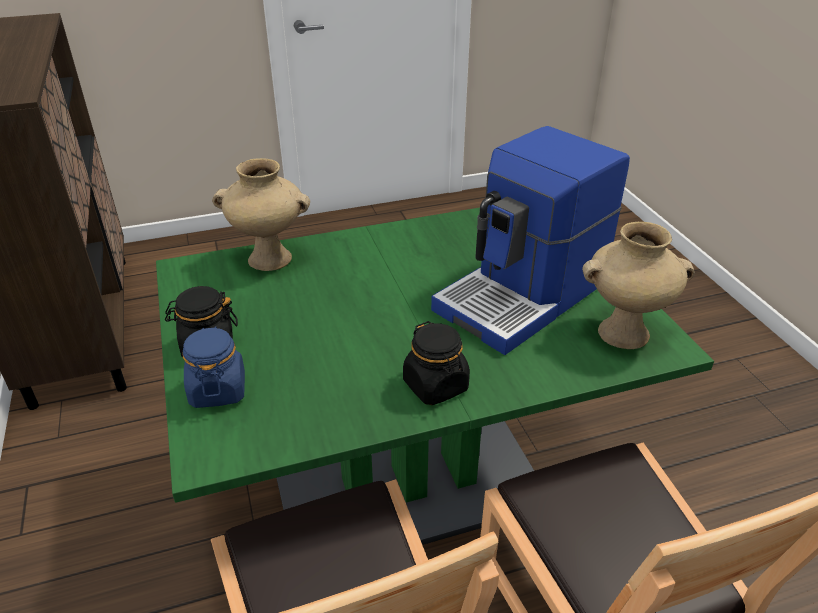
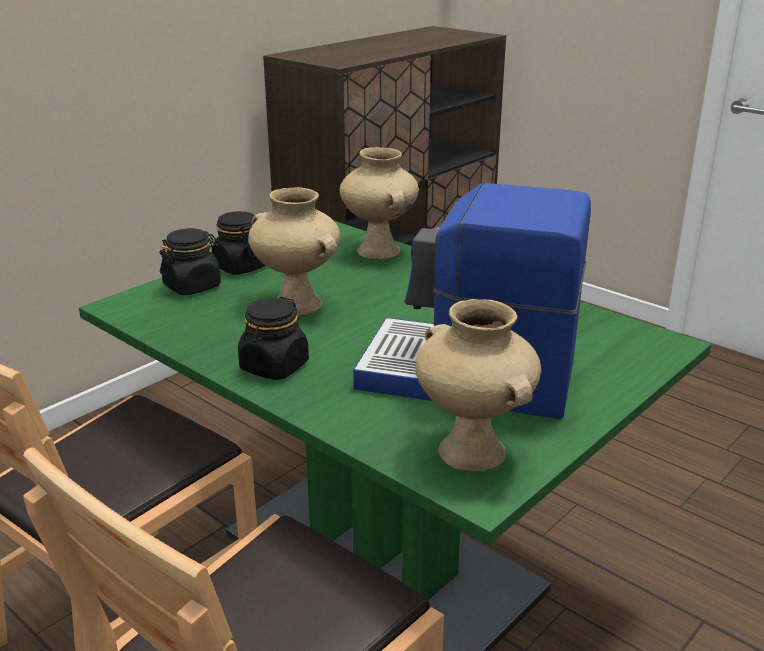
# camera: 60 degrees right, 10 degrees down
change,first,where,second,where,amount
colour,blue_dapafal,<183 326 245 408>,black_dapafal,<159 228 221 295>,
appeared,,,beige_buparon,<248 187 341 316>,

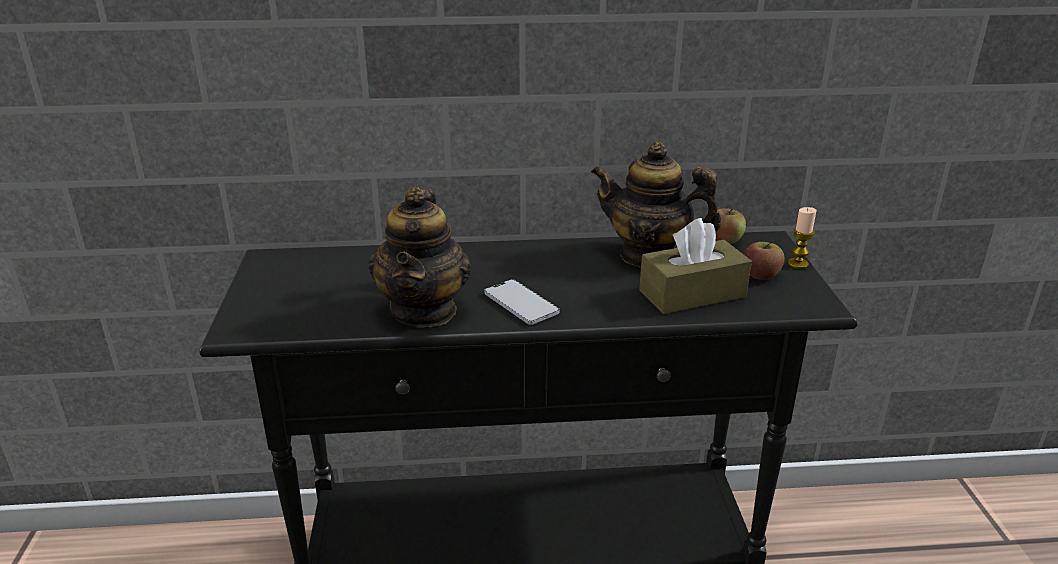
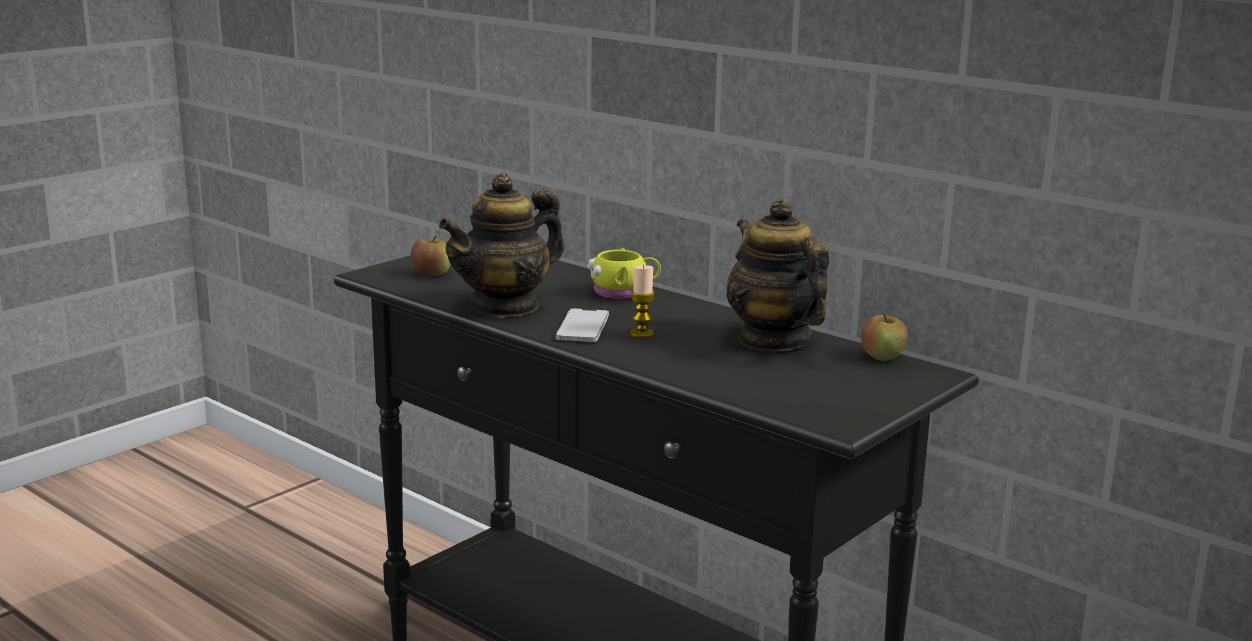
# camera: 45 degrees right, 10 degrees down
change,first,where,second,where,amount
missing,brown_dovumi,<639 218 752 314>,,,
relocated,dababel,<744 240 784 280>,,<411 236 451 276>,
relocated,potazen,<788 207 816 269>,,<630 265 655 338>,
appeared,,,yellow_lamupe,<587 248 661 299>,

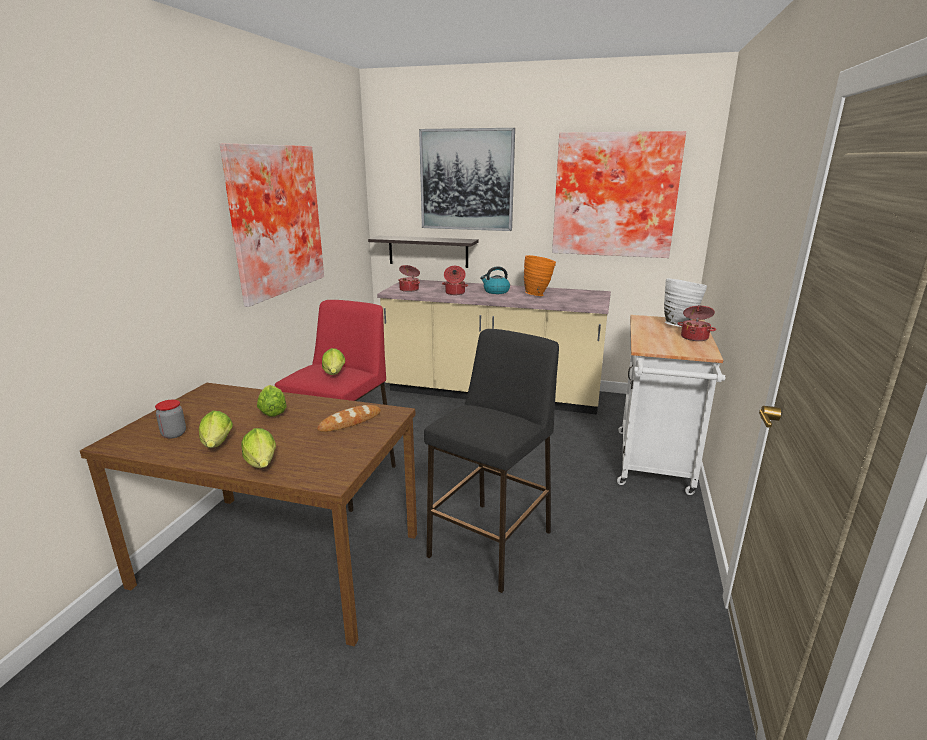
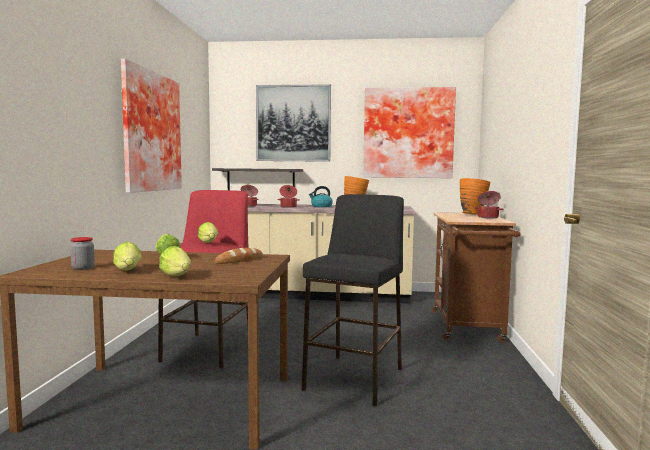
# camera: 10 degrees left, 15 degrees down
change,first,where,second,where,amount
colour,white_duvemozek,<617 315 726 495>,brown_duvemozek,<432 212 521 342>,
colour,white_buparon,<664 278 707 327>,orange_buparon,<460 178 490 215>,

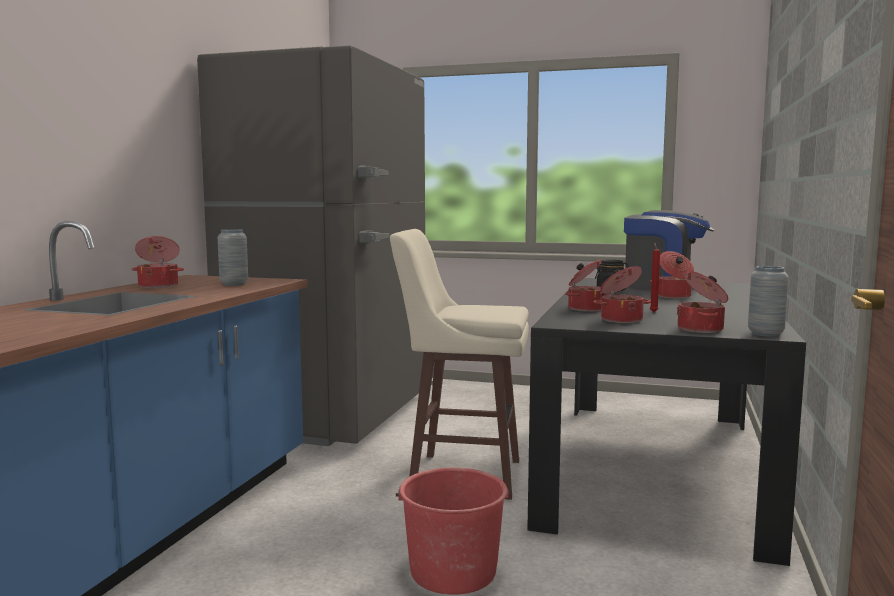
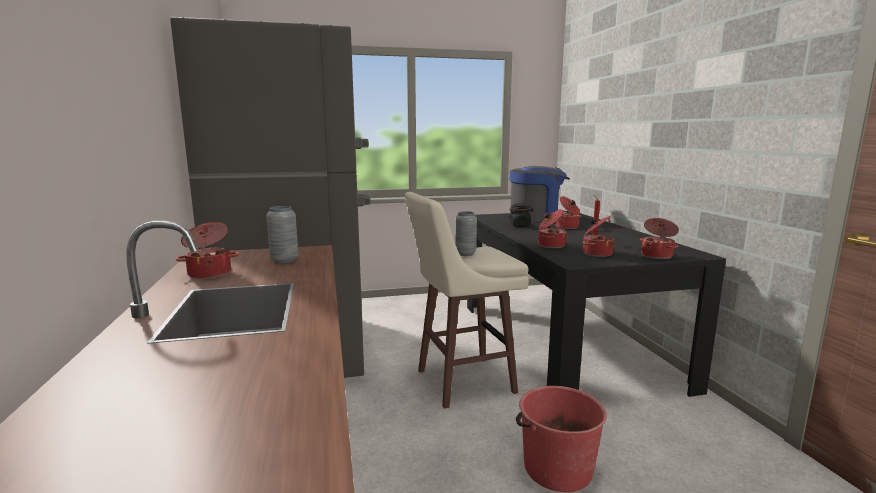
# camera: 30 degrees left, 5 degrees up
change,first,where,second,where,amount
relocated,grey_buparon,<748 266 789 337>,,<455 211 477 256>,

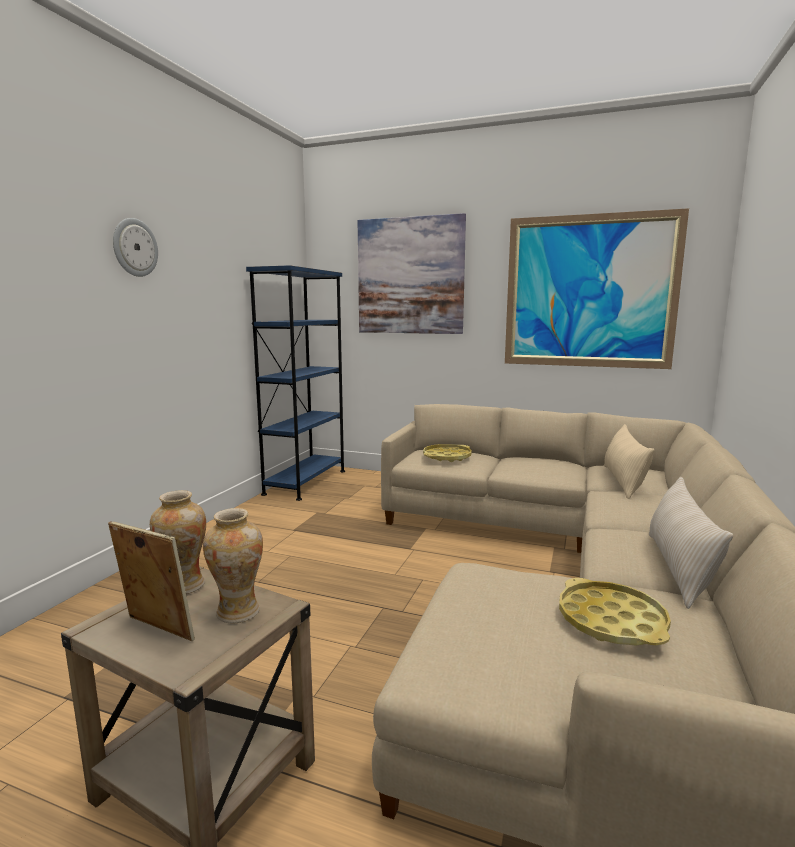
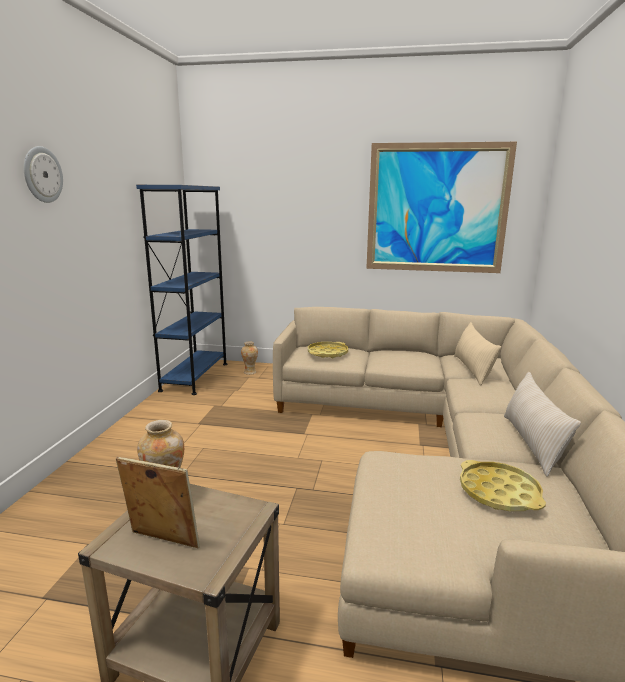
# camera: 10 degrees left, 5 degrees up
change,first,where,second,where,amount
relocated,buparon,<203 508 263 623>,,<241 342 258 375>,
missing,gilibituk,<358 213 466 334>,,,

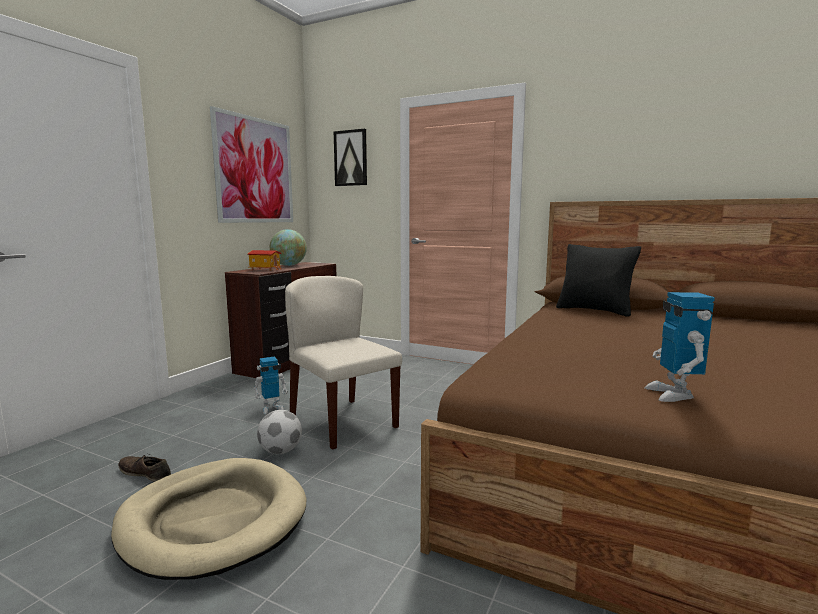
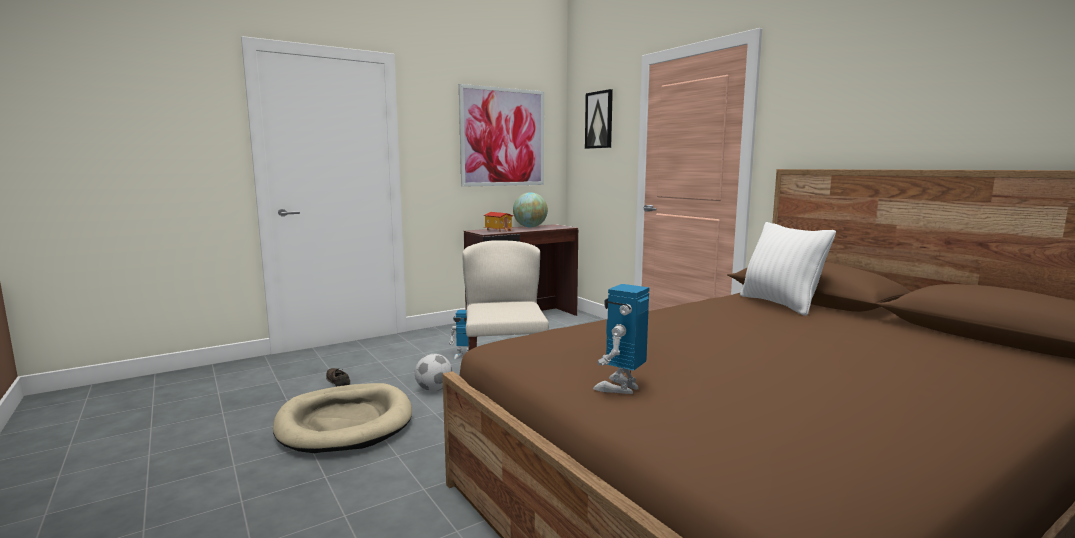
# camera: 30 degrees right, 0 degrees up
change,first,where,second,where,amount
colour,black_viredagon,<556 244 641 317>,white_viredagon,<740 222 836 316>,

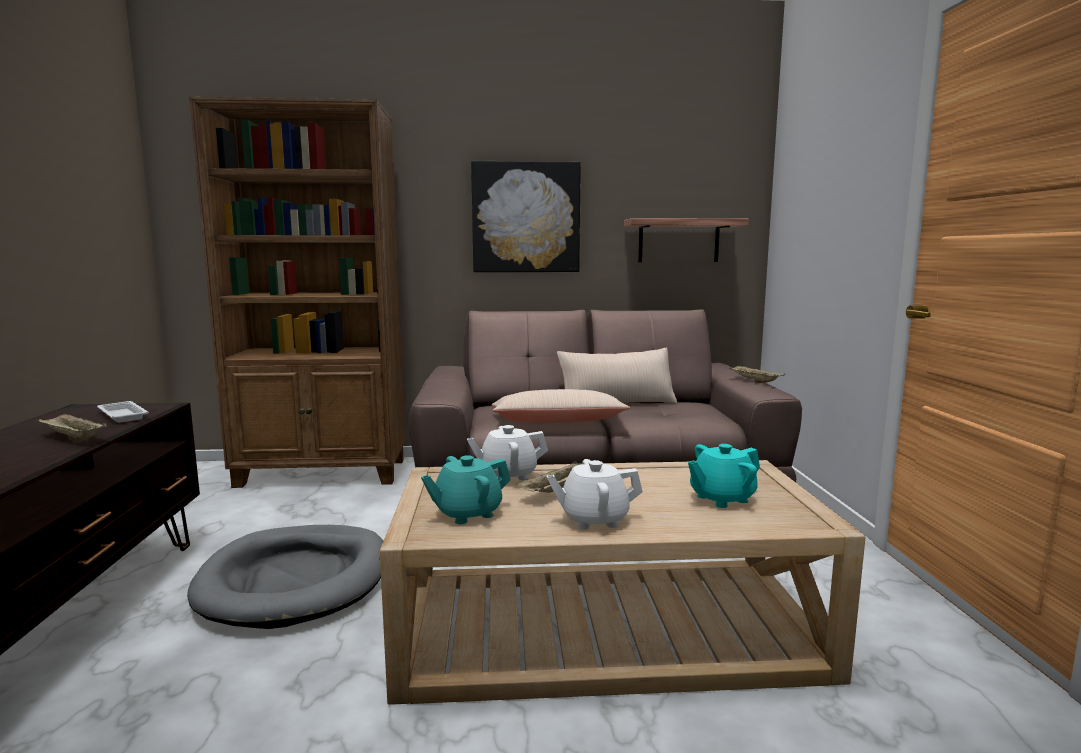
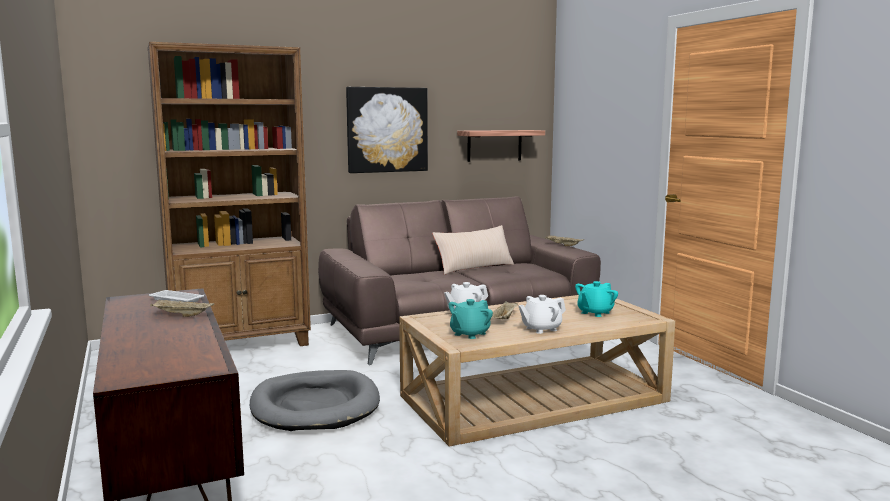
# camera: 20 degrees left, 0 degrees up
change,first,where,second,where,amount
missing,beige_viredagon,<492 389 630 423>,,,

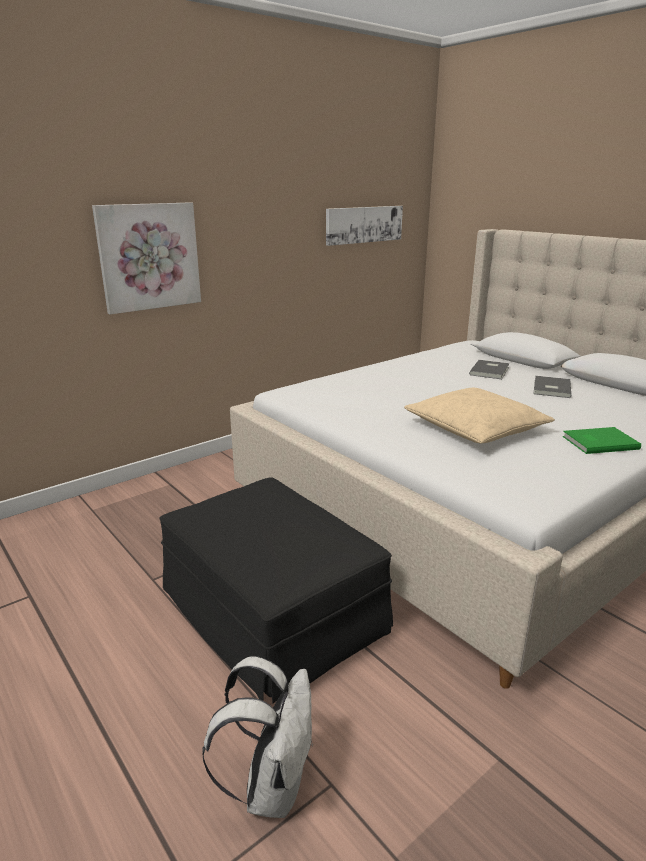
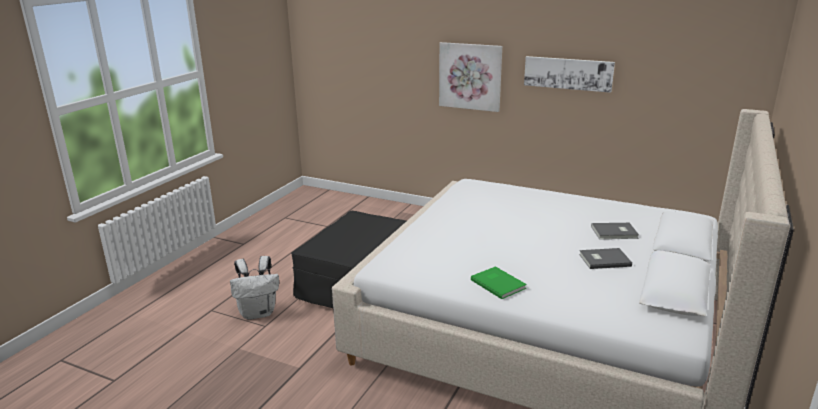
# camera: 65 degrees right, 0 degrees up
change,first,where,second,where,amount
relocated,gilibituk,<326 206 403 246>,,<524 56 615 93>,
missing,beige_viredagon,<404 388 555 443>,,,

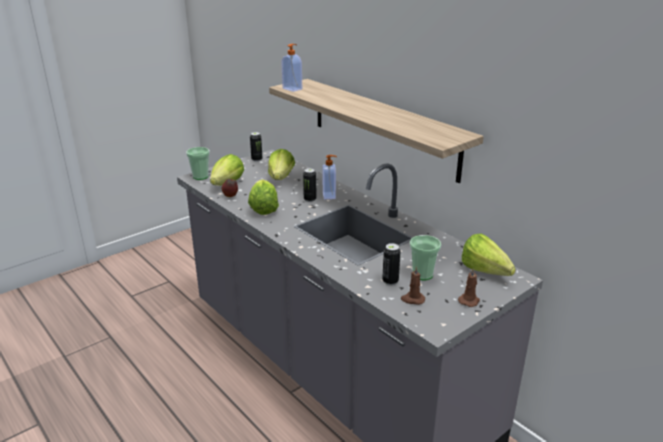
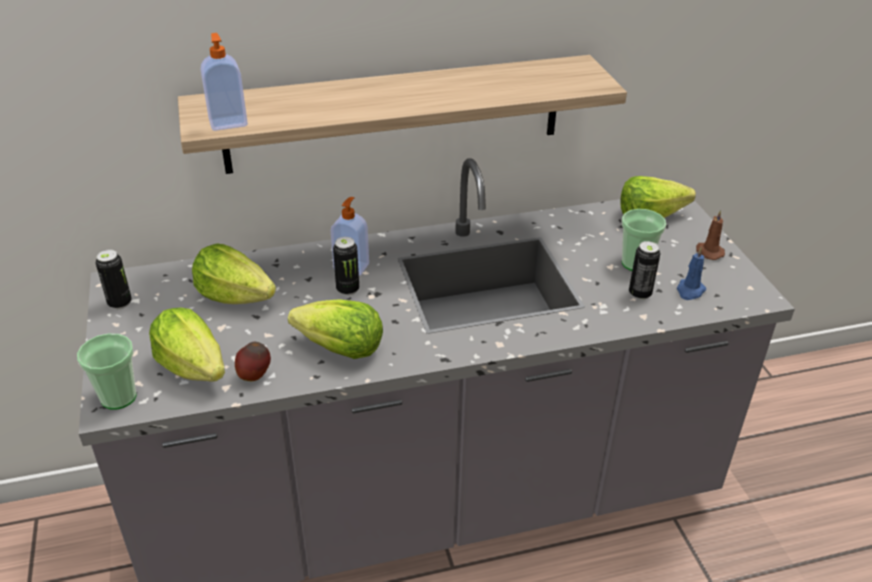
# camera: 65 degrees left, 10 degrees up
change,first,where,second,where,amount
colour,brown_potazen,<401 266 425 305>,blue_potazen,<677 247 706 300>,

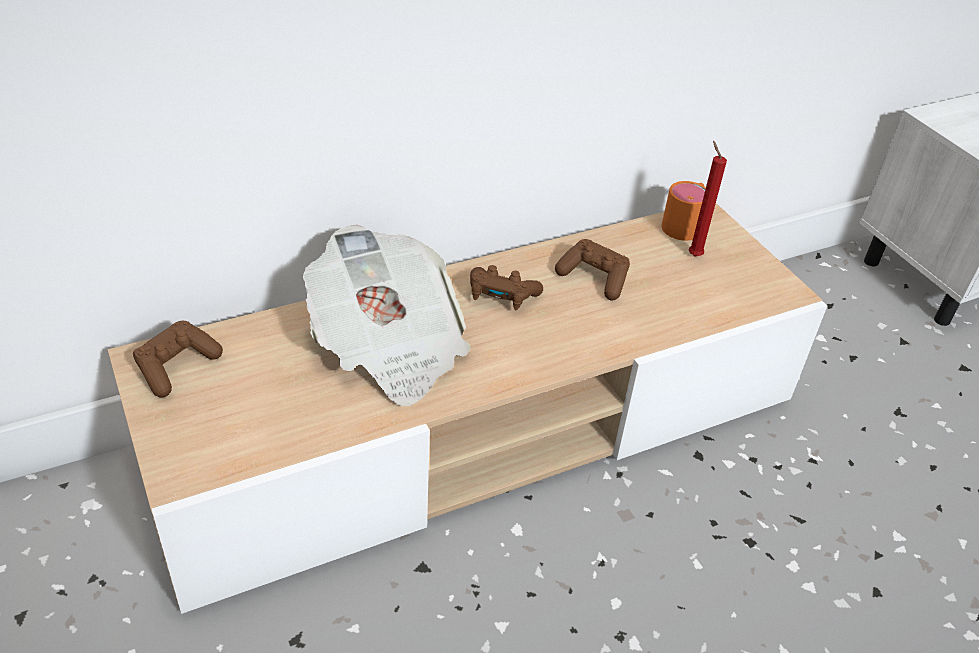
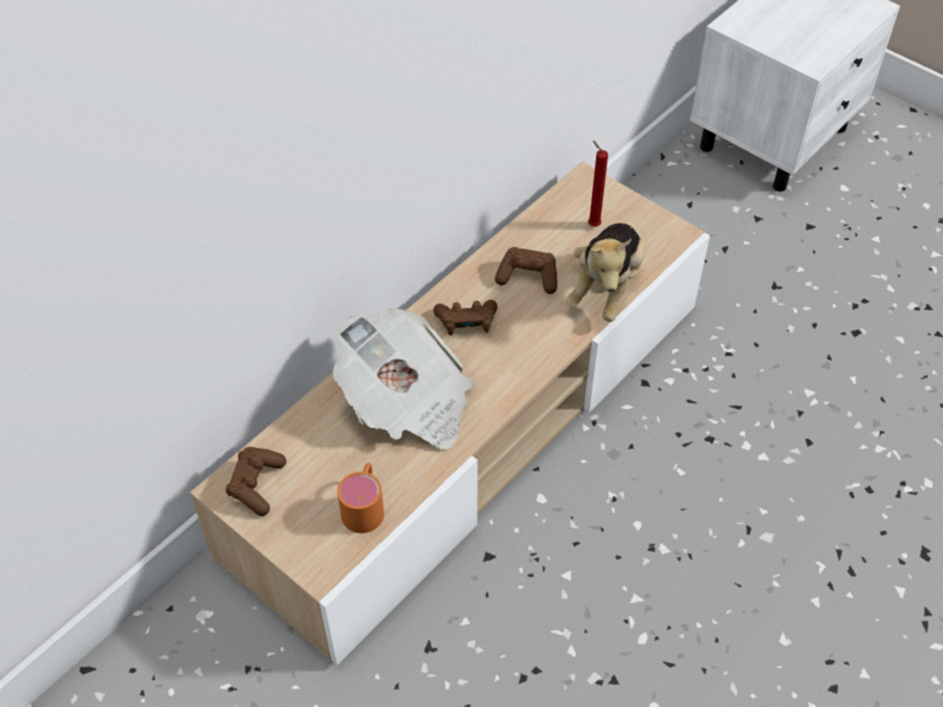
# camera: 20 degrees left, 10 degrees up
change,first,where,second,where,amount
relocated,orange_lamupe,<661 181 706 241>,,<337 463 384 533>,
appeared,,,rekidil,<566 223 645 322>,

